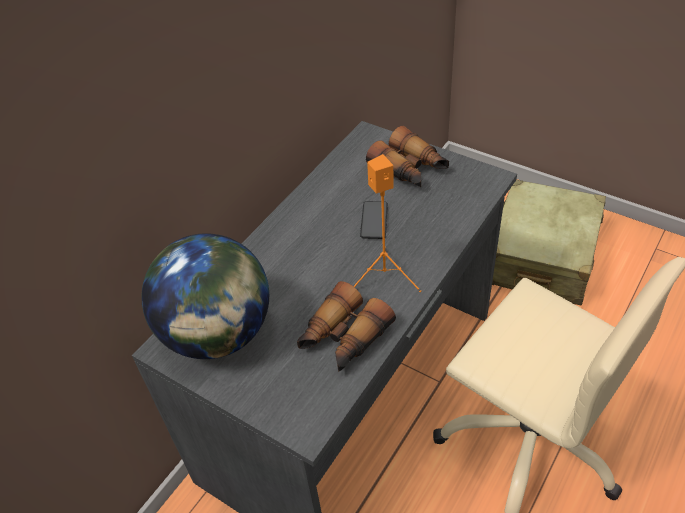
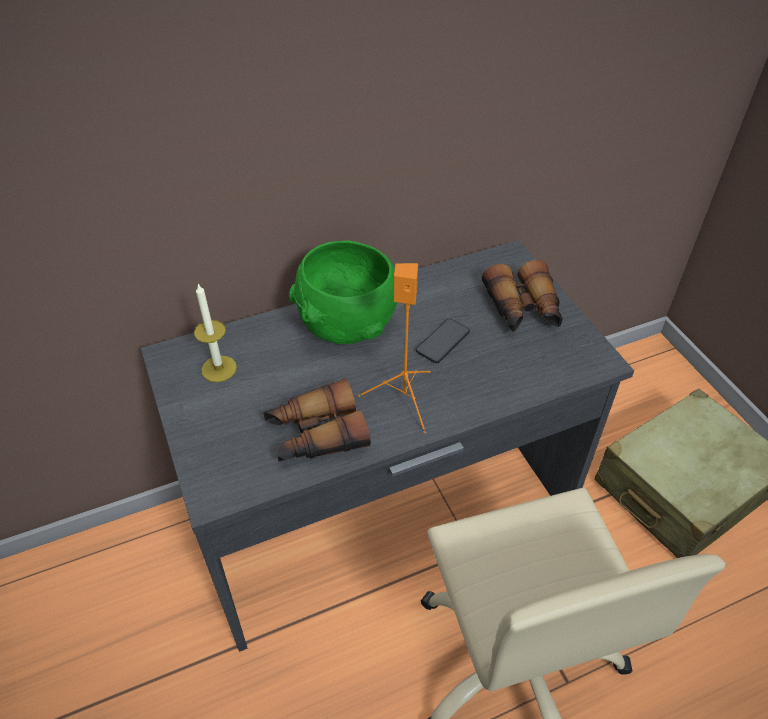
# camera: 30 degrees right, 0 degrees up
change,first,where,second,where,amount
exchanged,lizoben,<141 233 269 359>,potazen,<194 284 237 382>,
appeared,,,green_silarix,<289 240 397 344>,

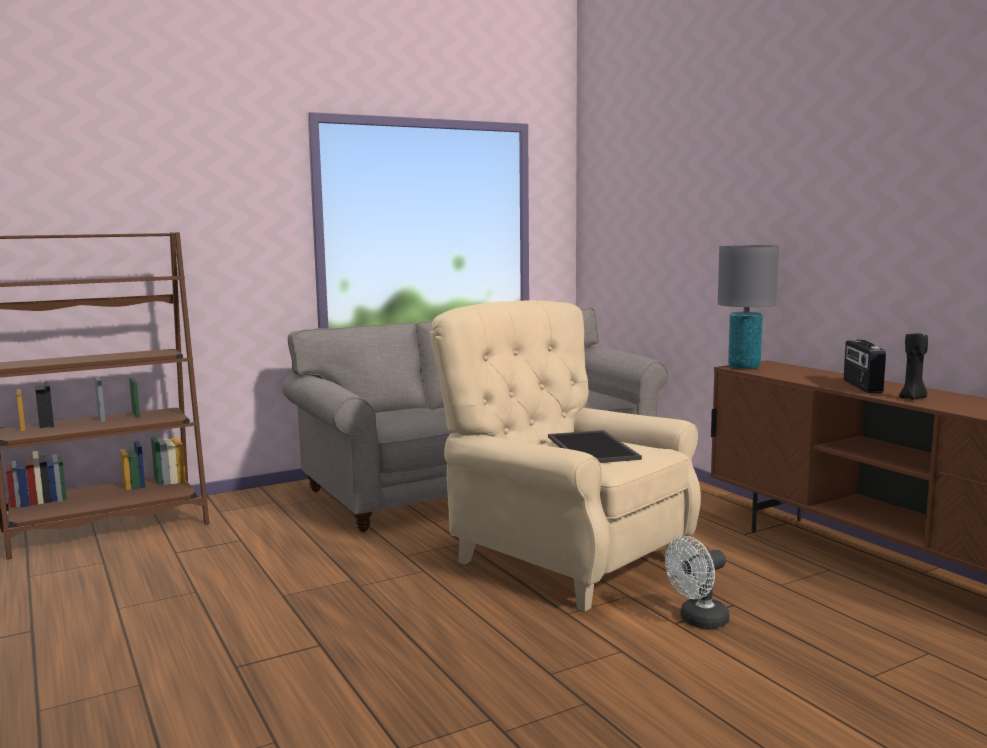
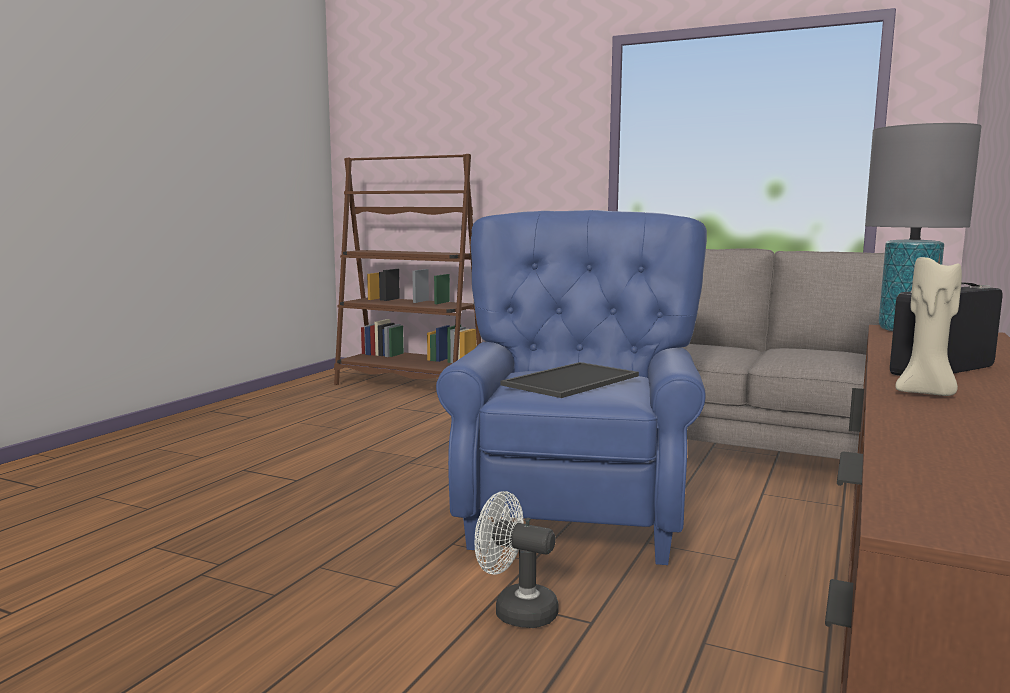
# camera: 55 degrees right, 0 degrees up
change,first,where,second,where,amount
colour,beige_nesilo,<430 300 701 611>,blue_nesilo,<436 210 707 565>,
colour,black_potazen,<899 333 928 400>,beige_potazen,<895 255 962 396>,

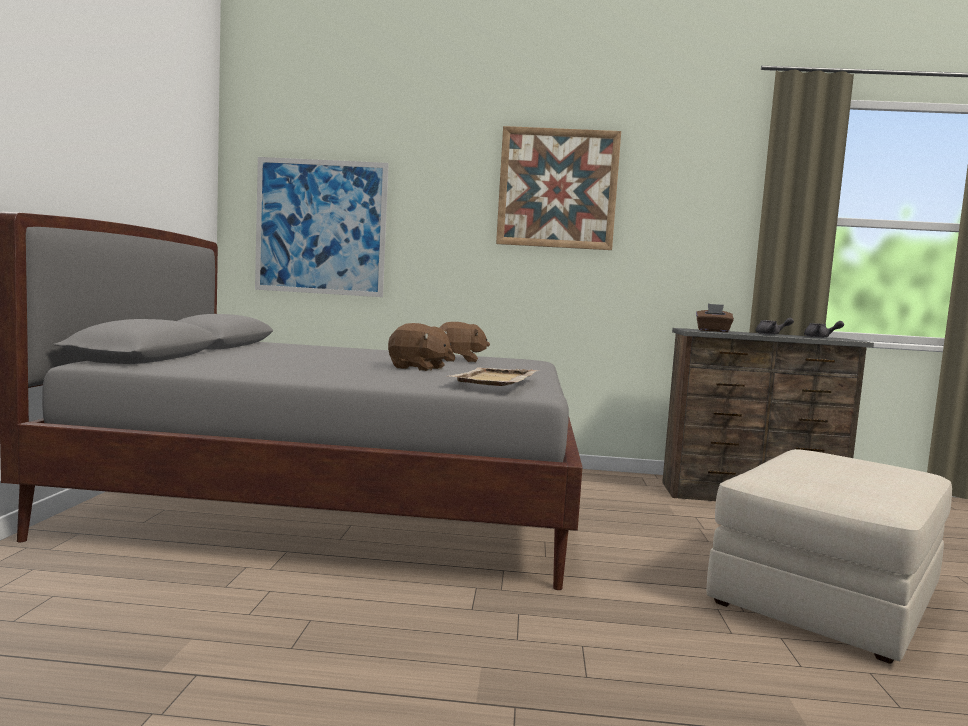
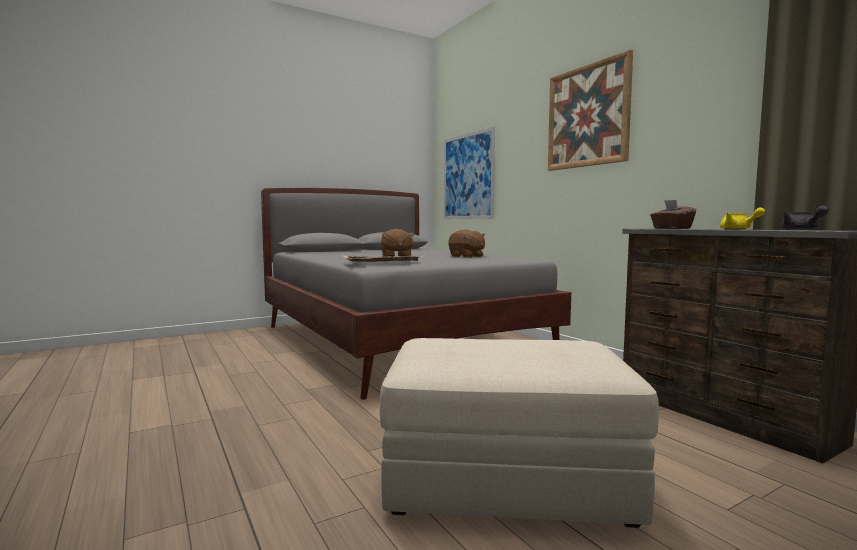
# camera: 55 degrees right, 0 degrees up
change,first,where,second,where,amount
colour,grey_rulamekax,<756 318 794 335>,yellow_rulamekax,<720 207 765 229>,

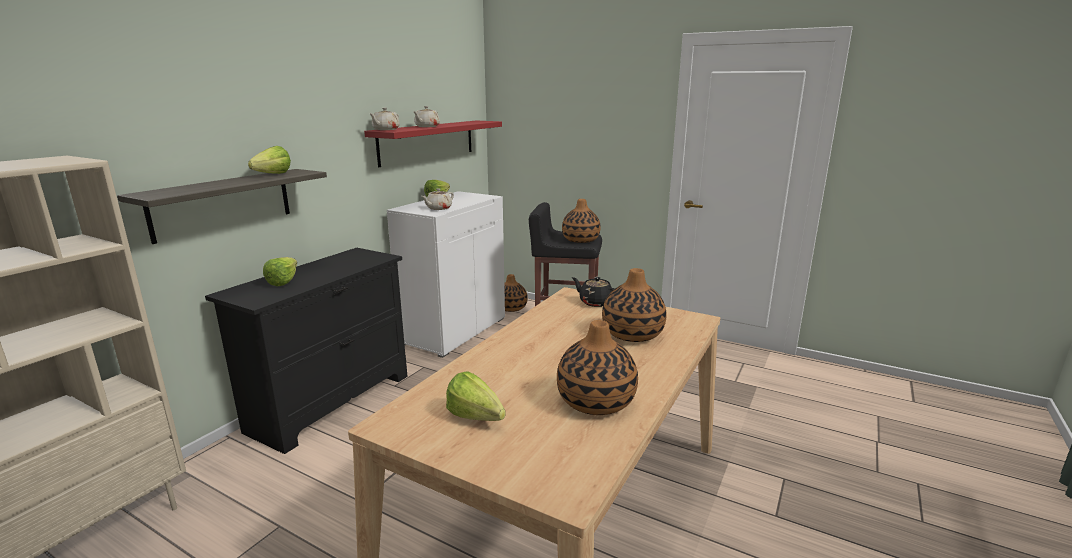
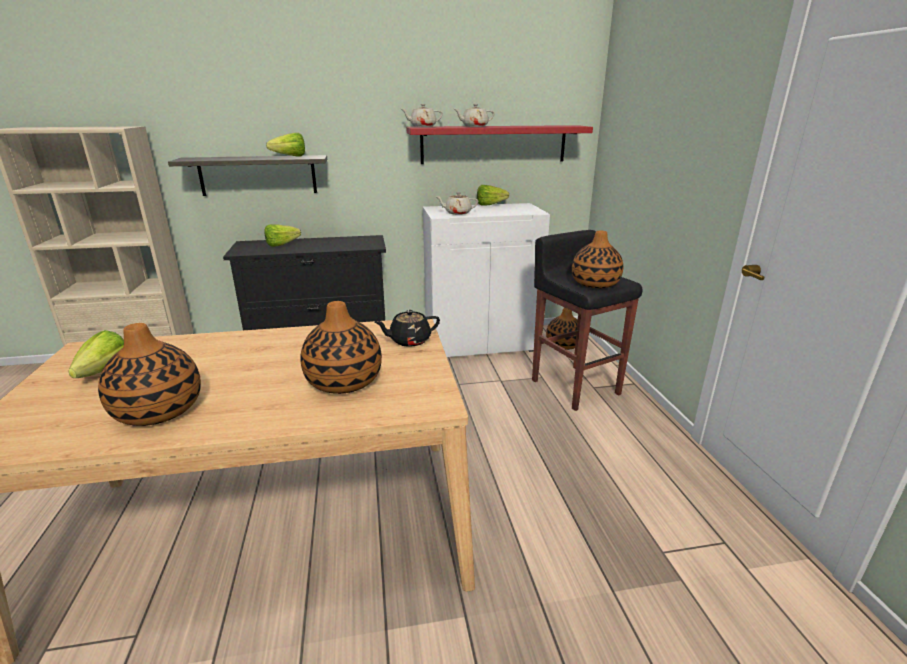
# camera: 50 degrees right, 5 degrees up
change,first,where,second,where,amount
spun,black_rulamekax,<572 277 615 307>,,<375 310 440 347>,105 degrees counterclockwise

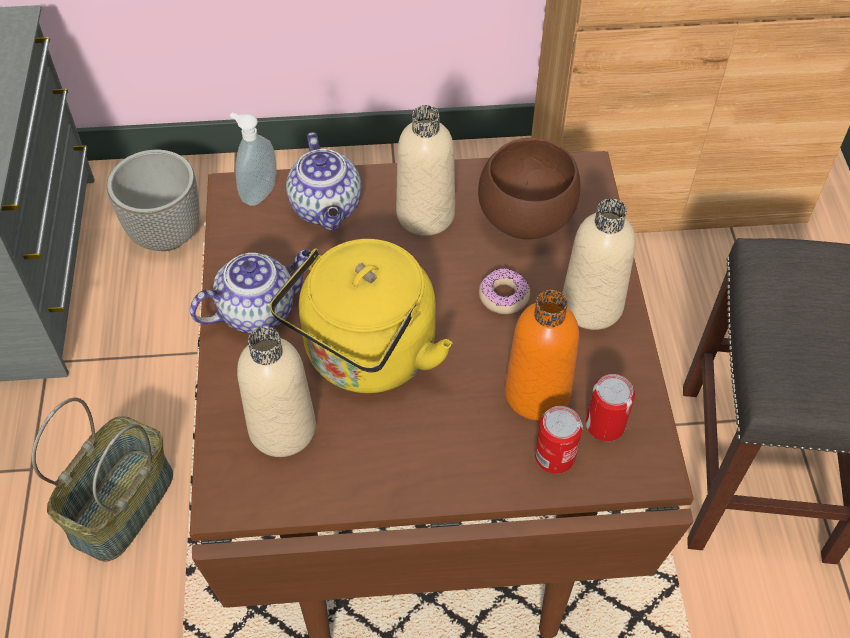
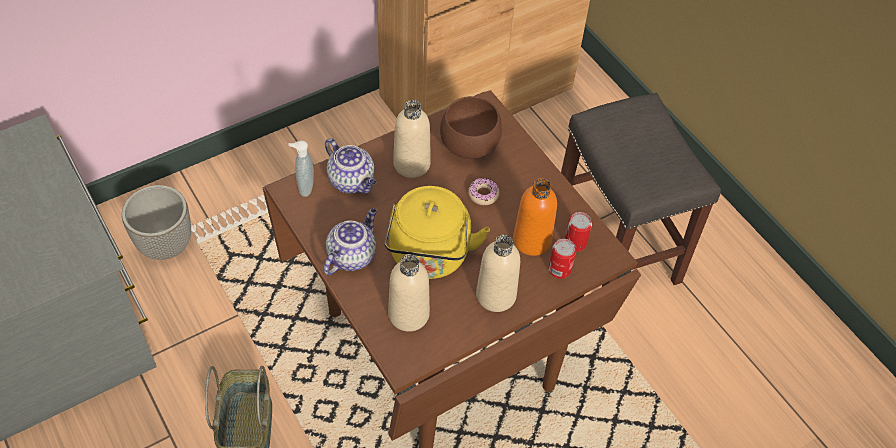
# camera: 30 degrees left, 0 degrees up
change,first,where,second,where,amount
relocated,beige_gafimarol,<562 199 636 330>,,<476 235 520 312>,

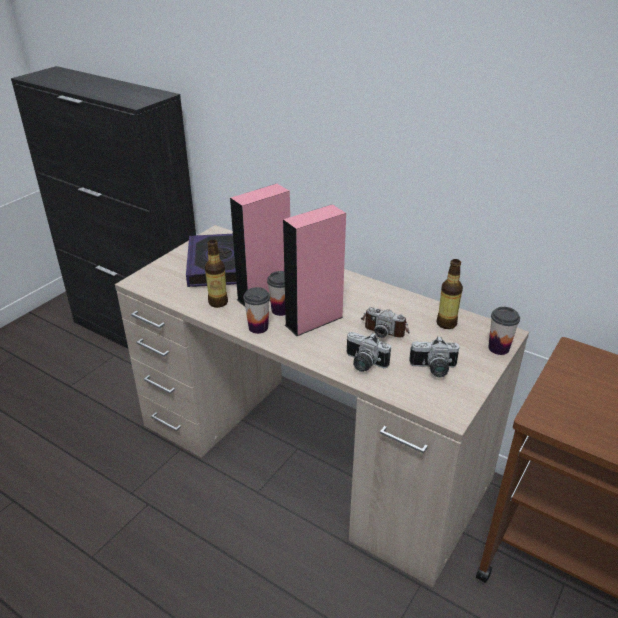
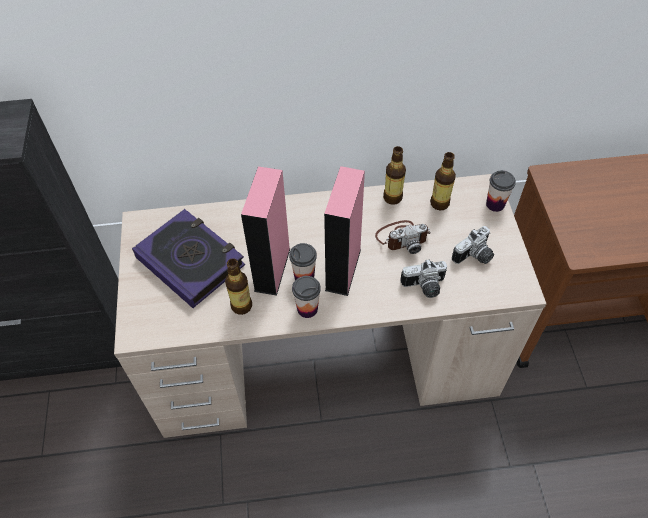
# camera: 40 degrees left, 20 degrees up
change,first,where,second,where,amount
appeared,,,gafimarol,<383 146 406 205>,

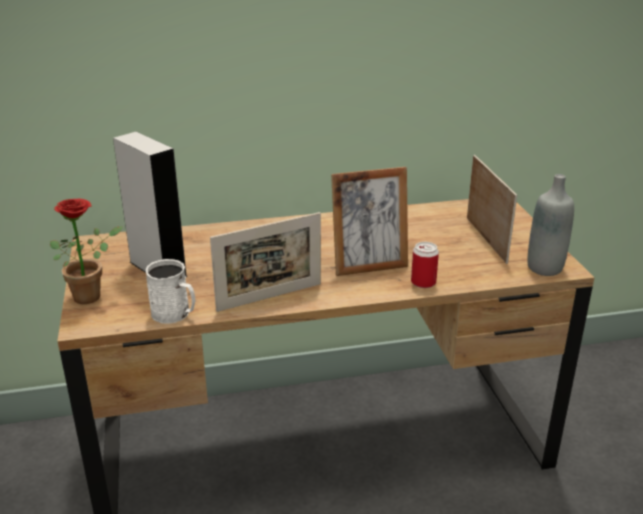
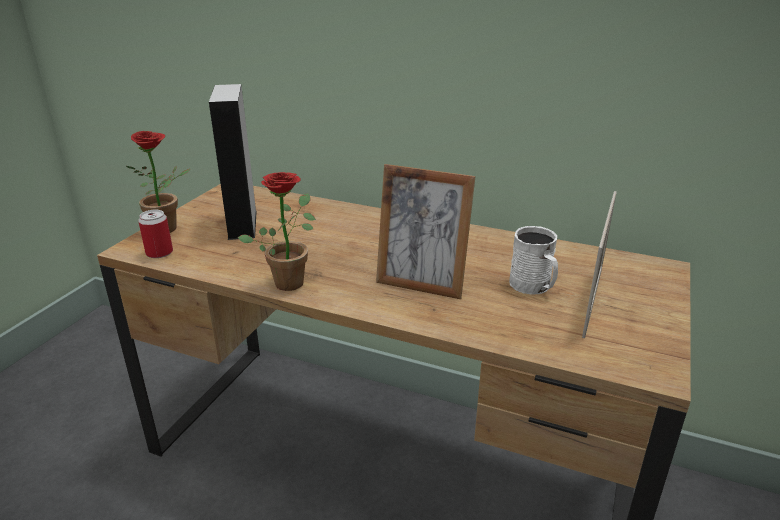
# camera: 35 degrees right, 0 degrees up
change,first,where,second,where,amount
relocated,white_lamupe,<146 259 195 323>,,<509 226 558 294>,
exchanged,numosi,<210 212 321 312>,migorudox,<237 172 316 291>,
relocated,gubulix,<411 242 439 288>,,<138 210 173 258>,
missing,grey_gafimarol,<527 174 574 276>,,,

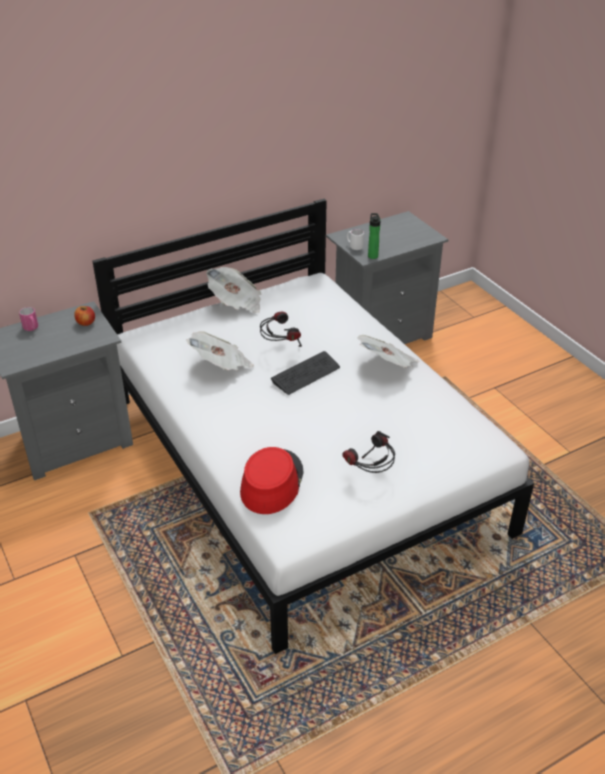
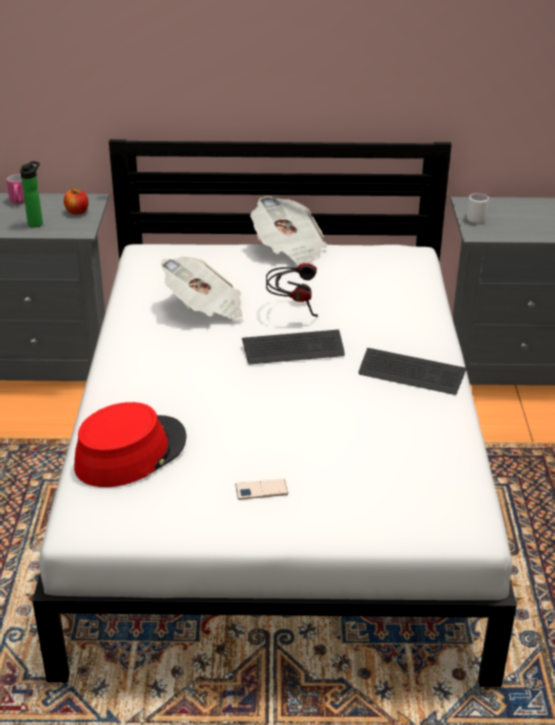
# camera: 30 degrees right, 5 degrees down
change,first,where,second,where,amount
exchanged,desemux,<343 431 395 473>,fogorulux,<235 479 288 500>,
exchanged,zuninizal,<357 335 419 368>,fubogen,<359 348 467 395>,
relocated,gafimarol,<368 213 381 259>,,<20 161 43 228>,

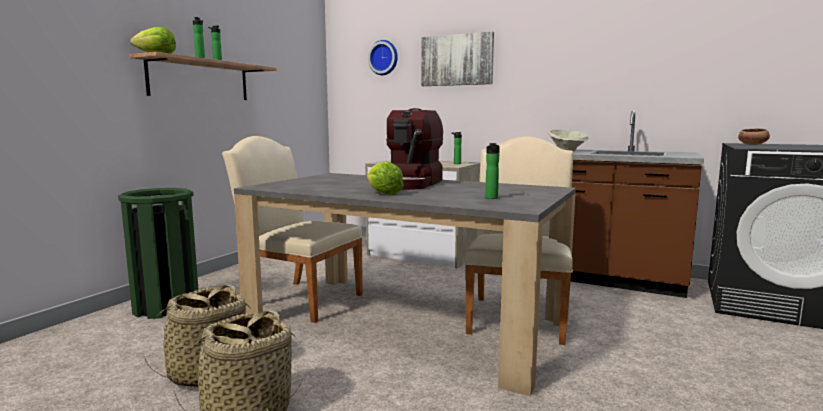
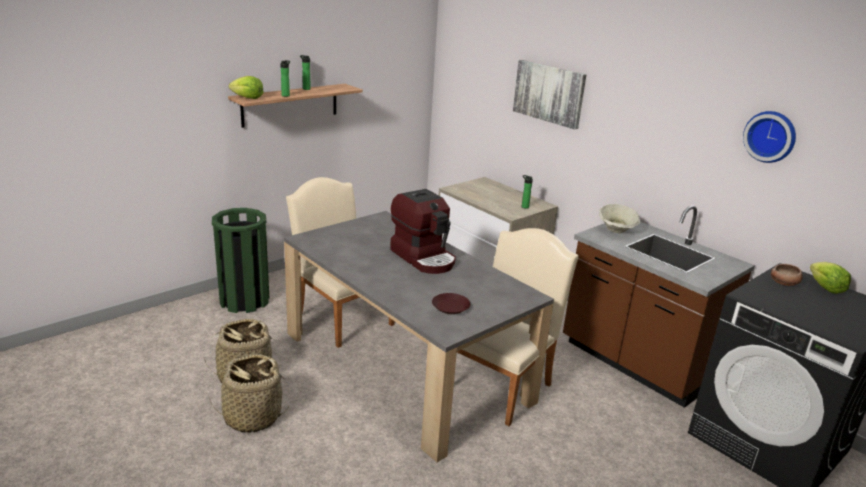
# camera: 20 degrees right, 15 degrees up
change,first,where,second,where,amount
relocated,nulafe,<367 161 404 195>,,<810 262 851 294>,
relocated,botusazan,<368 40 398 75>,,<743 111 796 163>,
spun,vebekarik,<386 108 443 190>,,<390 189 456 274>,75 degrees counterclockwise
exchanged,gafimarol,<485 143 500 199>,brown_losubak,<432 293 471 314>,

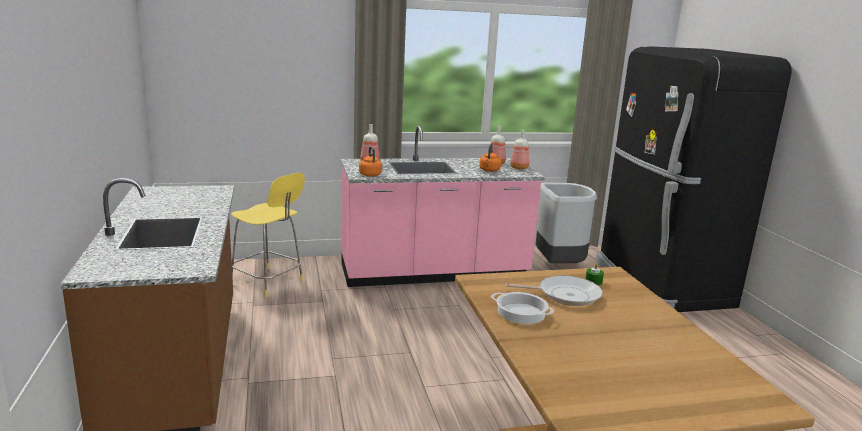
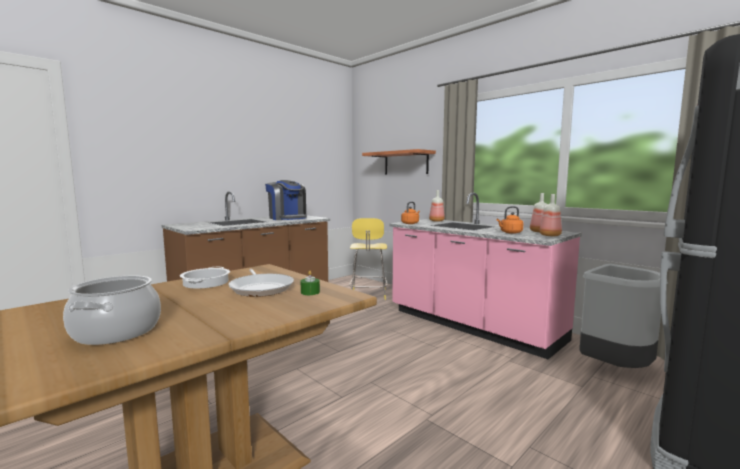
# camera: 60 degrees right, 10 degrees down
change,first,where,second,where,amount
appeared,,,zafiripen,<63 275 161 345>,
appeared,,,vebekarik,<265 180 307 220>,
appeared,,,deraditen,<362 149 436 174>,

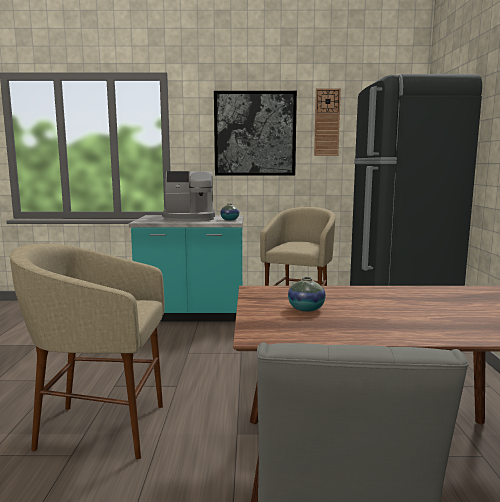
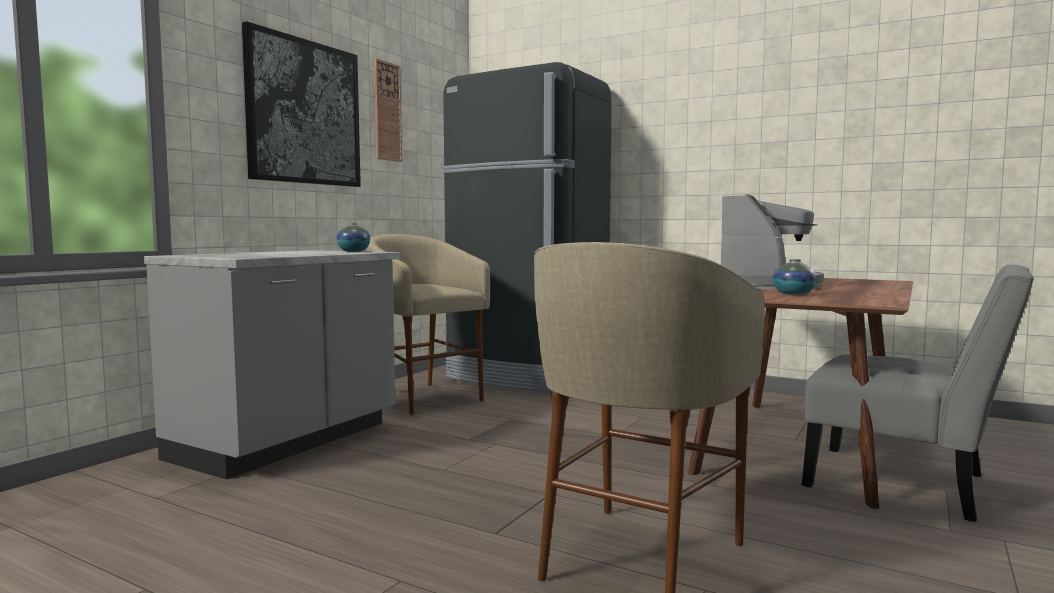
# camera: 60 degrees left, 5 degrees down
change,first,where,second,where,amount
colour,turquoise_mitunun,<129 215 243 322>,grey_mitunun,<144 250 400 479>,
relocated,vebekarik,<162 171 215 221>,,<721 194 824 290>,

